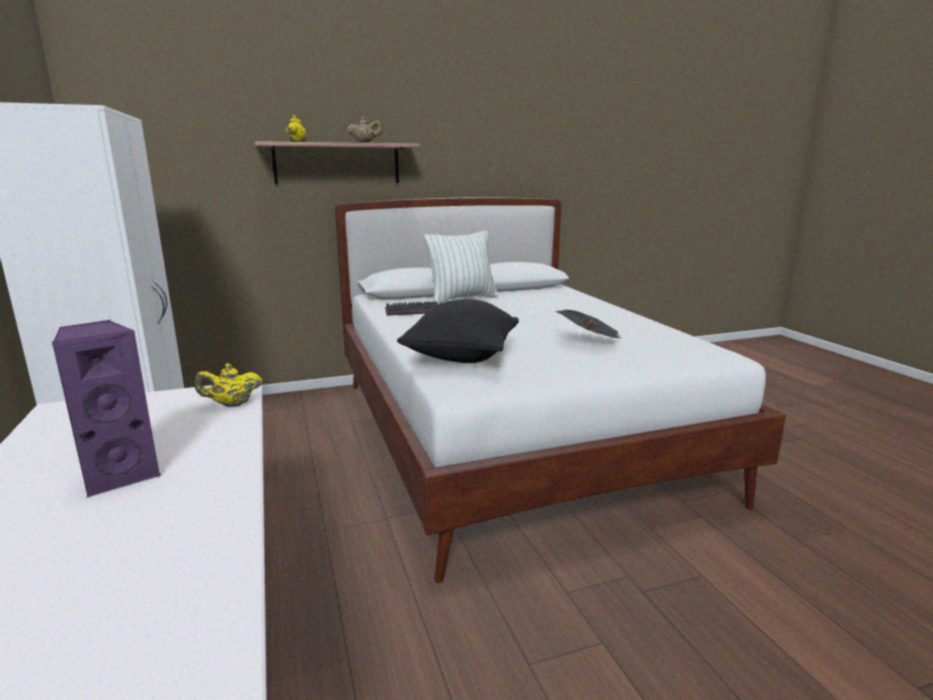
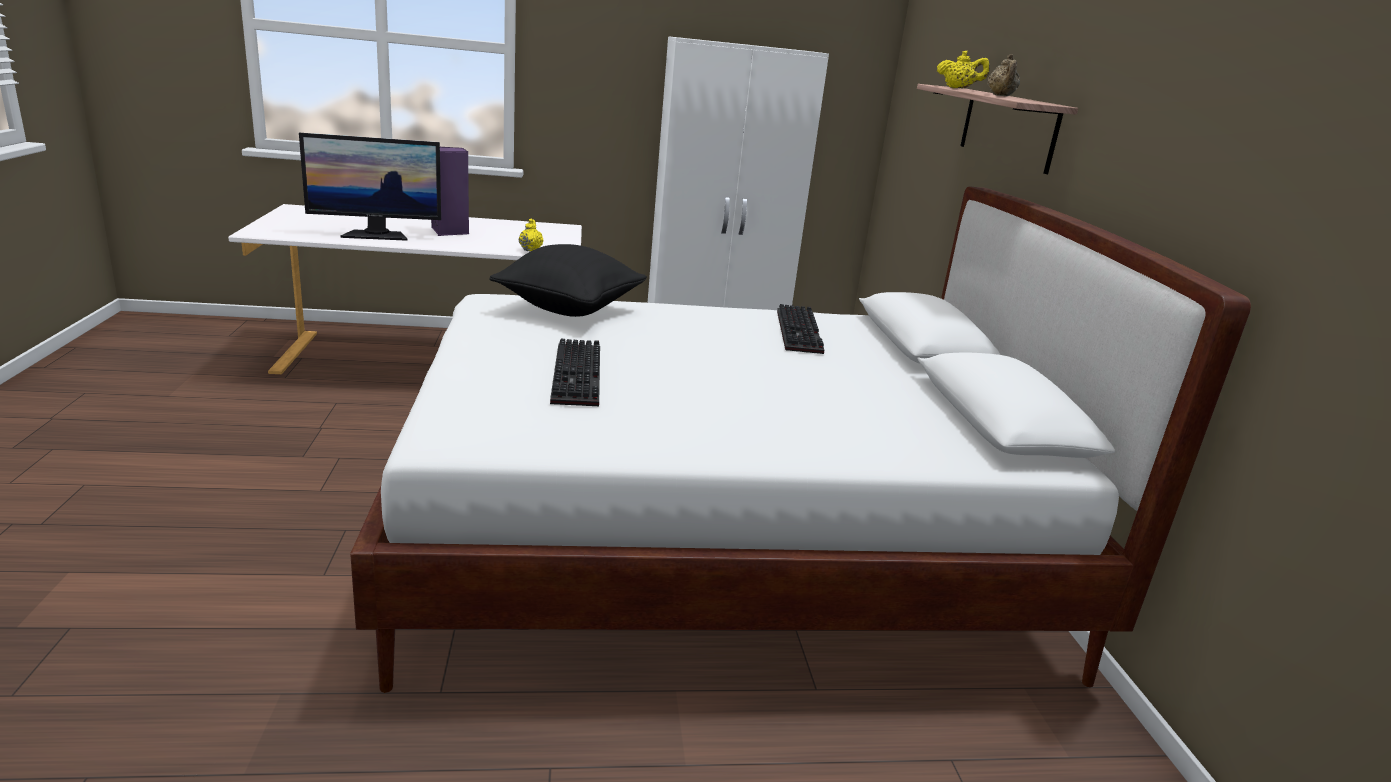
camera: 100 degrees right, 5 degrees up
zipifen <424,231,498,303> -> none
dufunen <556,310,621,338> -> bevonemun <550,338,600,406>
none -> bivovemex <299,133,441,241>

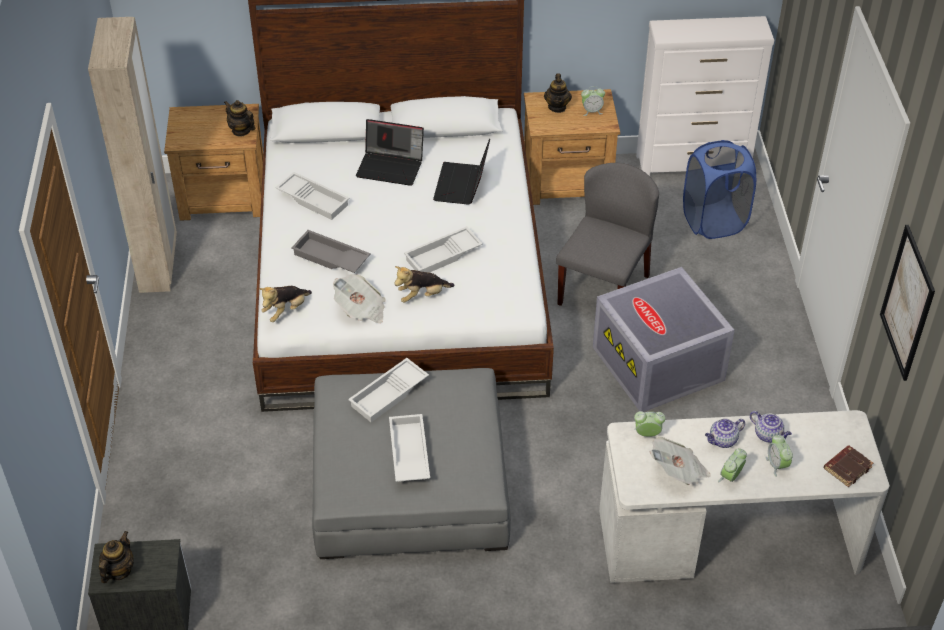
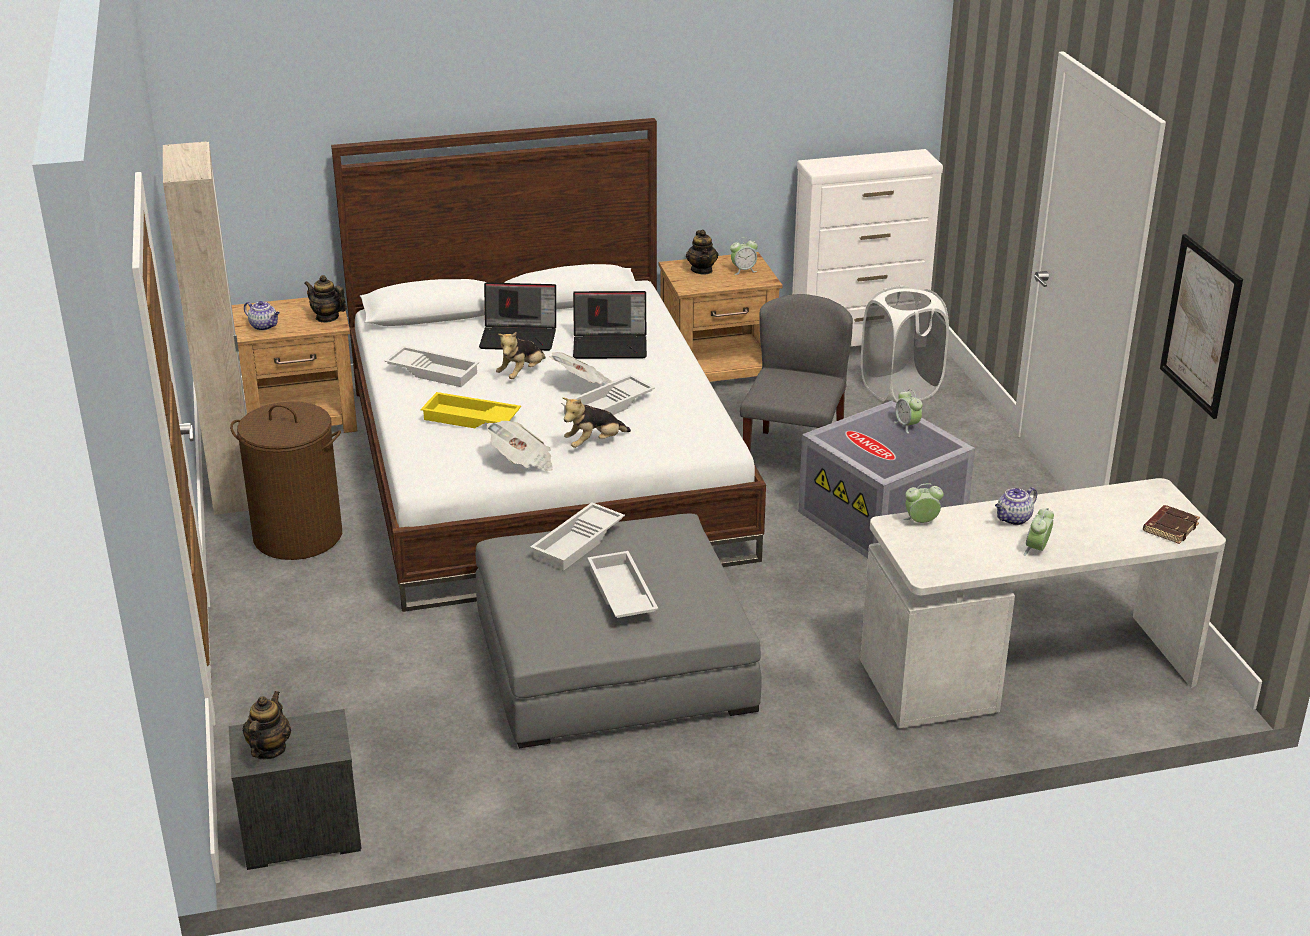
camera: 10 degrees left, 15 degrees down
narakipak <259,286,312,322> -> narakipak <496,332,546,379>, move
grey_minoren <291,230,371,273> -> yellow_minoren <421,392,521,428>
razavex <433,139,490,205> -> razavex <573,291,647,359>, 90 degrees counterclockwise
dufunen <650,437,711,485> -> dufunen <549,352,613,384>, move
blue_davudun <683,140,756,239> -> white_davudun <861,285,949,402>
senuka <750,411,792,443> -> senuka <244,301,280,331>, move
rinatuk <765,435,793,477> -> rinatuk <894,389,922,434>, move
none -> brown_davudun <230,402,342,560>

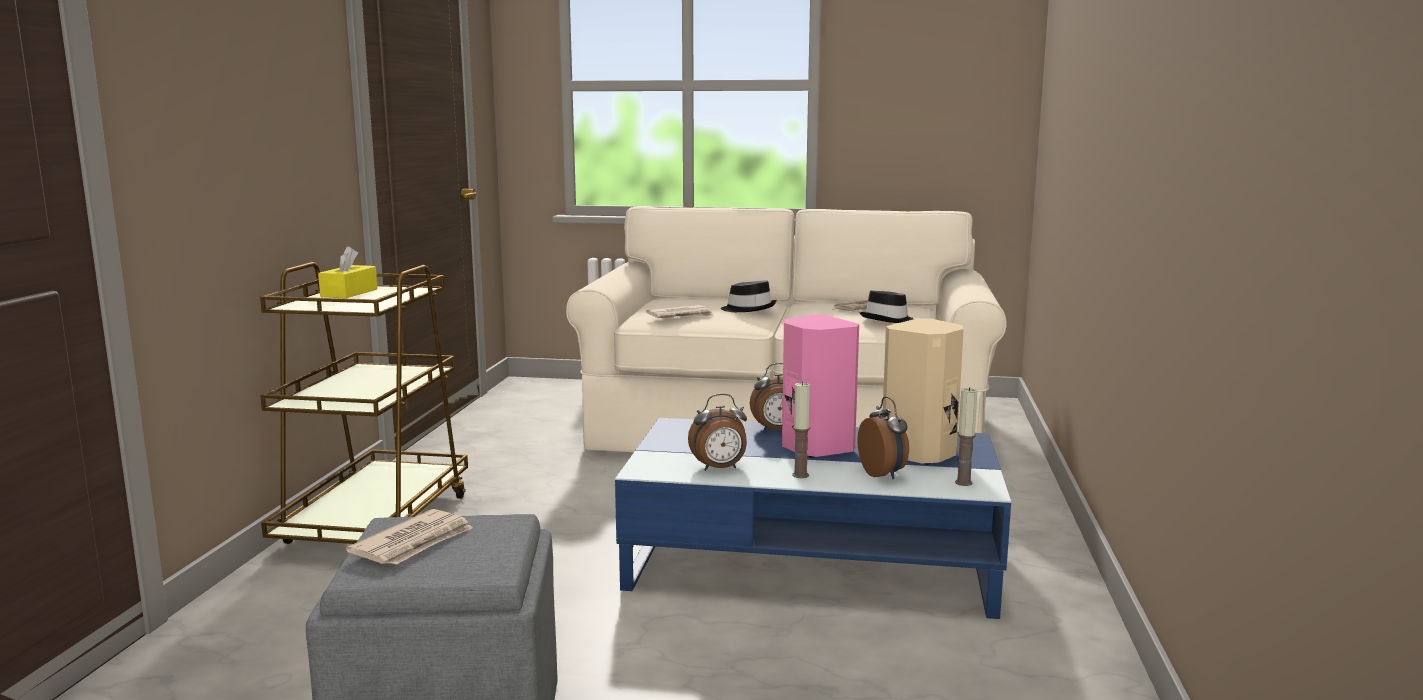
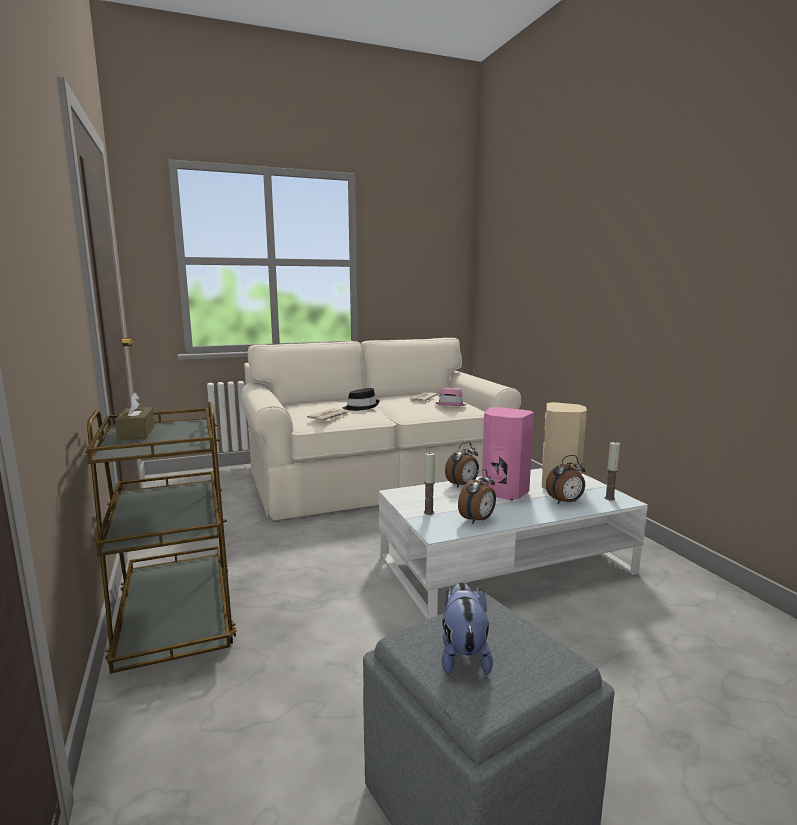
camera: 30 degrees left, 0 degrees up
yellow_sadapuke <318,246,377,299> -> brown_sadapuke <115,392,155,440>
dufunen <346,509,473,565> -> narakipak <442,582,493,675>
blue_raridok <615,418,1011,619> -> white_raridok <379,468,648,620>
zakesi <793,381,810,478> -> zakesi <424,452,435,515>, move
rinatuk <858,396,909,479> -> rinatuk <546,455,585,504>, 120 degrees clockwise
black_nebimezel <860,290,914,323> -> pink_nebimezel <435,388,467,406>

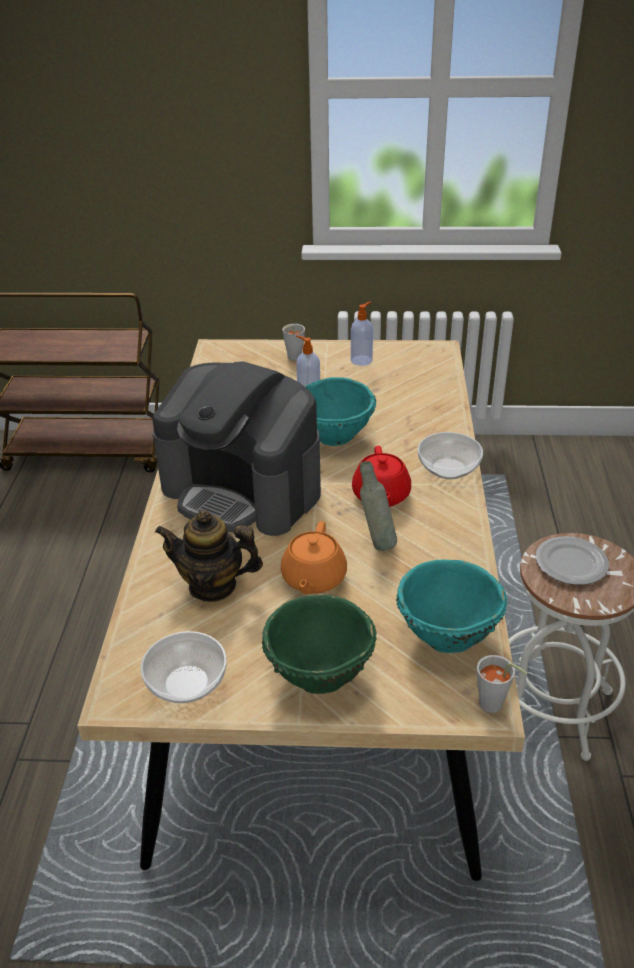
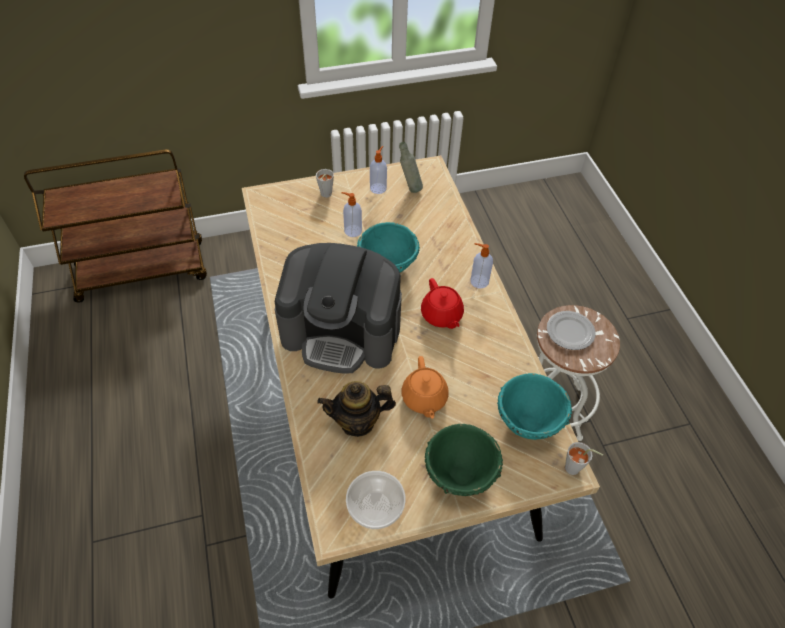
camera: 20 degrees left, 15 degrees up
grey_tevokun <360,461,397,551> -> grey_tevokun <399,142,423,193>, move
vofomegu <418,432,483,479> -> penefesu <470,243,493,288>

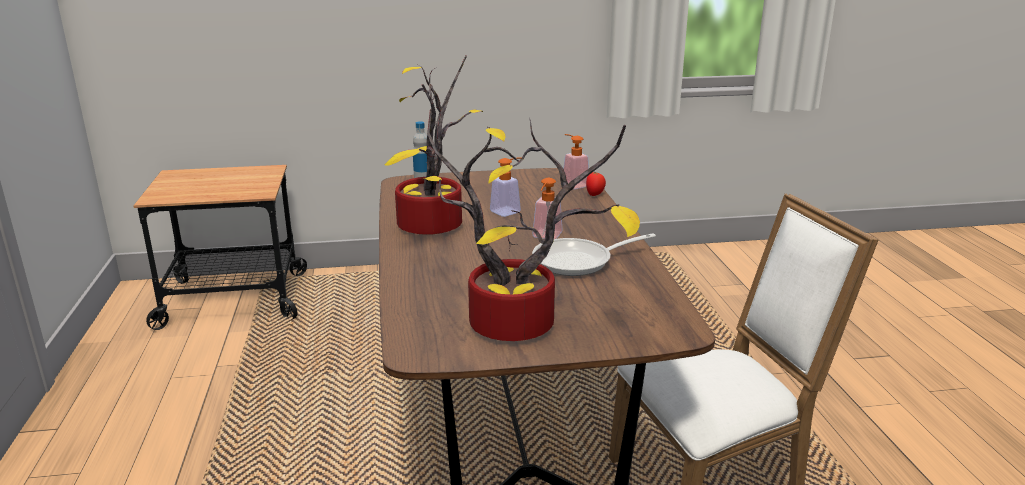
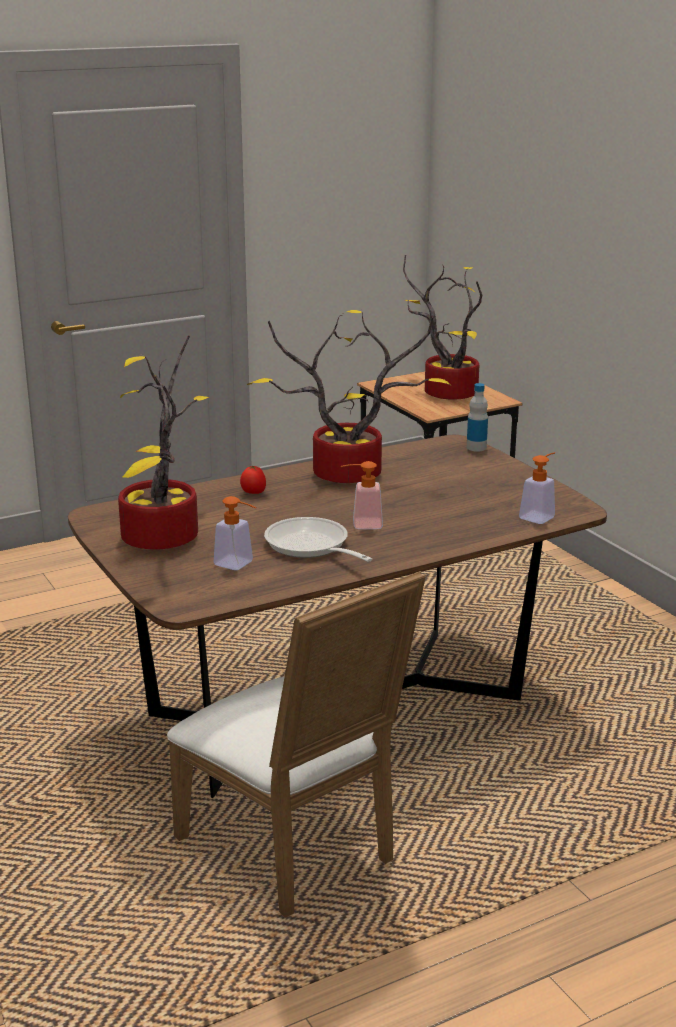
camera: 70 degrees right, 0 degrees up
penefesu <490,157,522,217> -> penefesu <214,496,256,570>, move
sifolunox <586,172,606,196> -> sifolunox <240,466,266,494>, move
none -> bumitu <403,255,482,399>

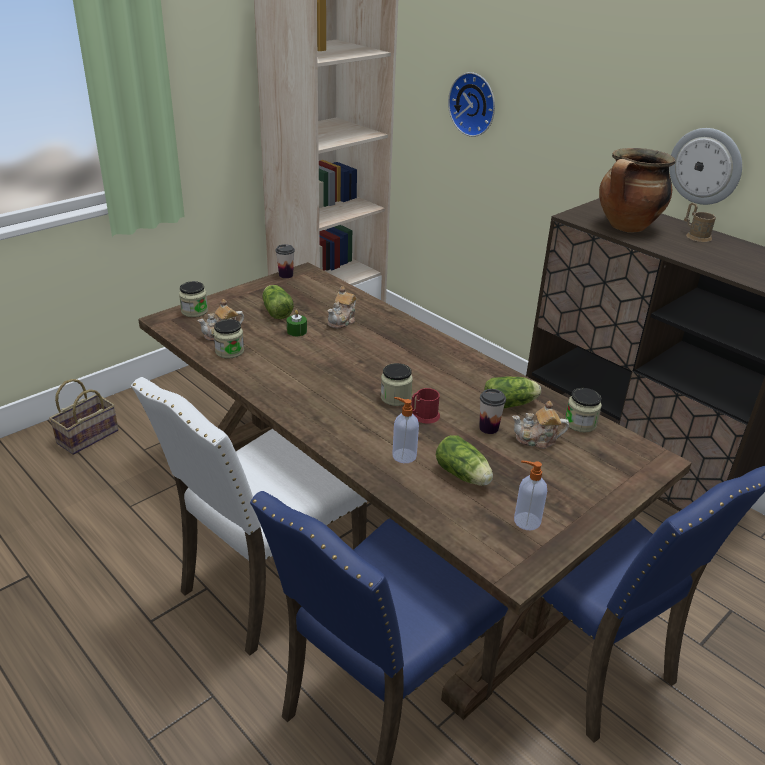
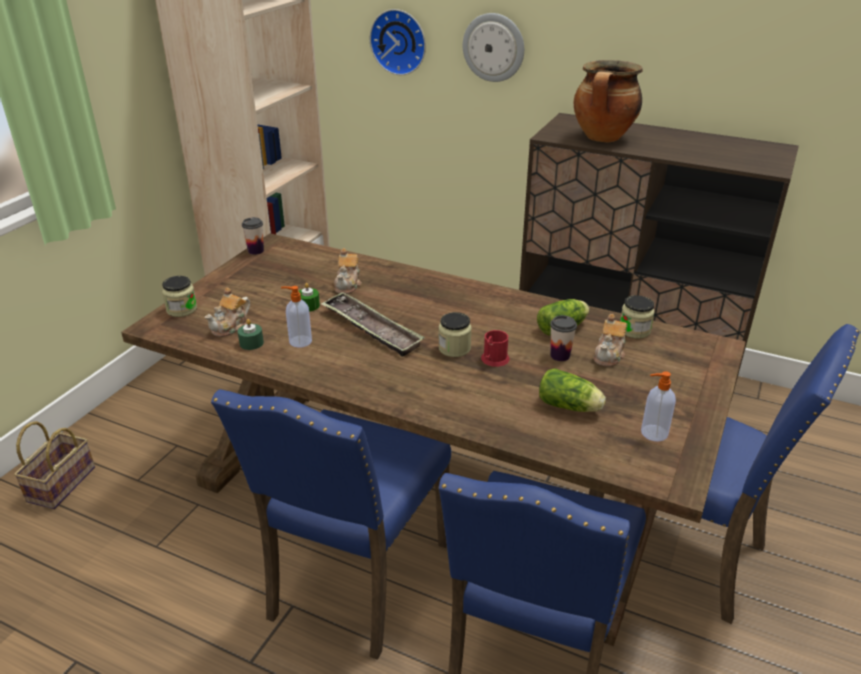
camera: 20 degrees left, 0 degrees up
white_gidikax <131,377,367,655> -> blue_gidikax <211,389,451,660>
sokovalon <213,319,244,358> -> green_zakesi <238,319,264,350>
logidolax <262,285,294,319> -> none
penefesu <392,397,419,463> -> penefesu <281,286,312,348>, move
senuka <512,401,569,449> -> senuka <594,314,627,367>, 45 degrees counterclockwise
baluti <669,128,742,205> -> baluti <463,13,524,82>, move
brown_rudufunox <684,203,716,242> -> none
none -> minoren <321,292,425,357>

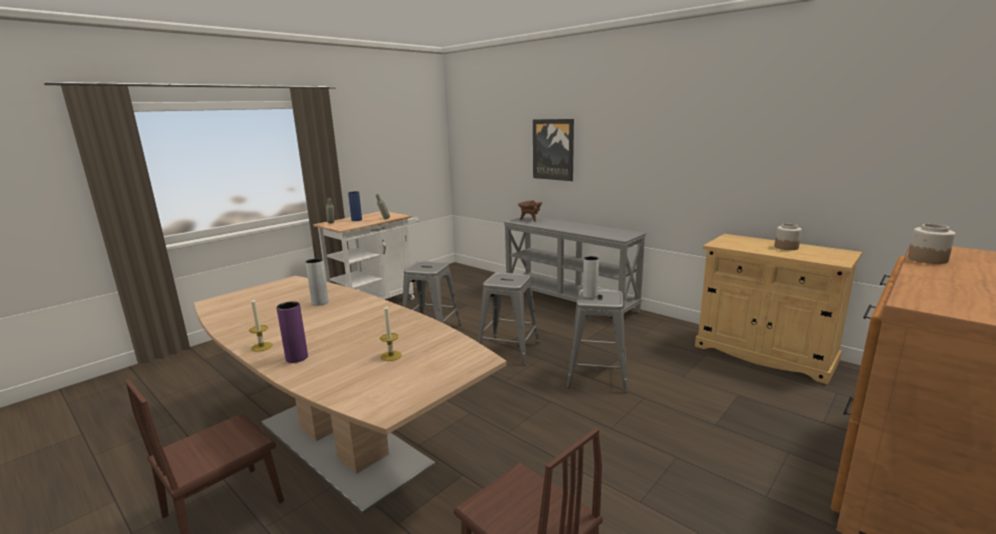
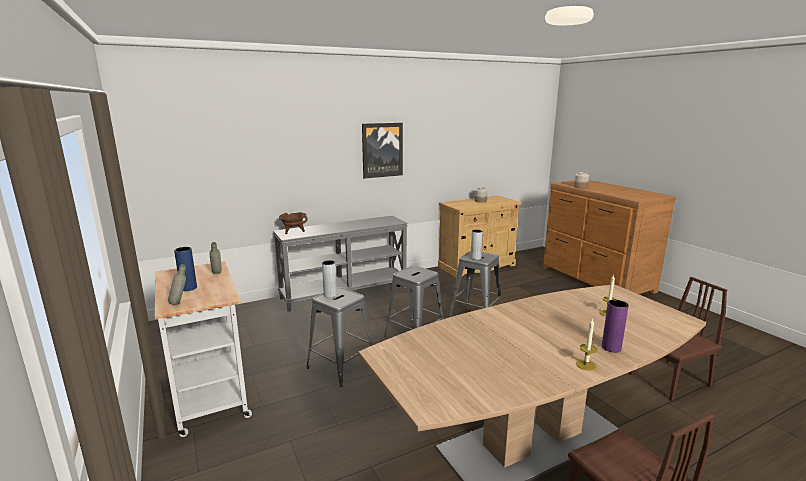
camera: 70 degrees left, 0 degrees up
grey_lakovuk <305,258,329,306> -> grey_lakovuk <322,260,337,298>, move
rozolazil <533,119,574,181> -> rozolazil <362,123,403,178>, move

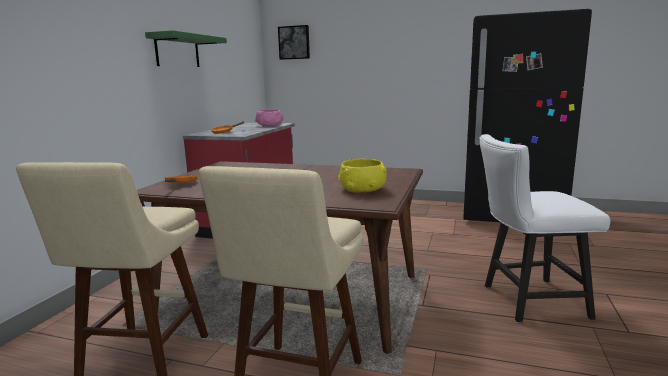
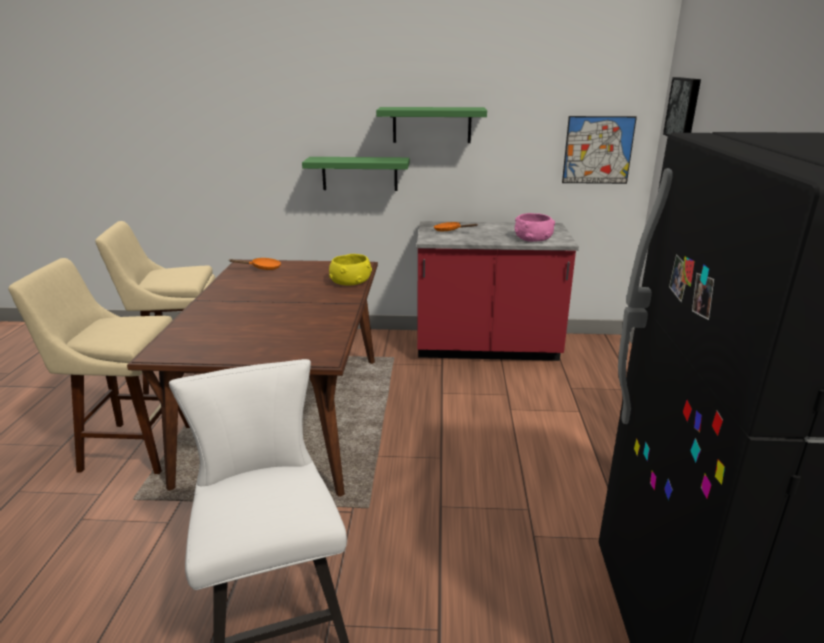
camera: 75 degrees right, 10 degrees up
yellow_vofomegu <338,159,387,192> -> yellow_vofomegu <329,254,372,285>, move
none -> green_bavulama <302,157,410,191>
none -> rozolazil <562,116,637,184>

